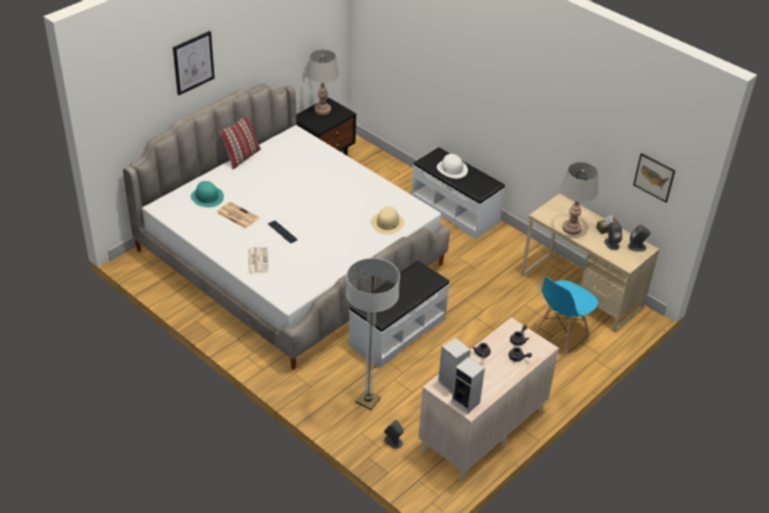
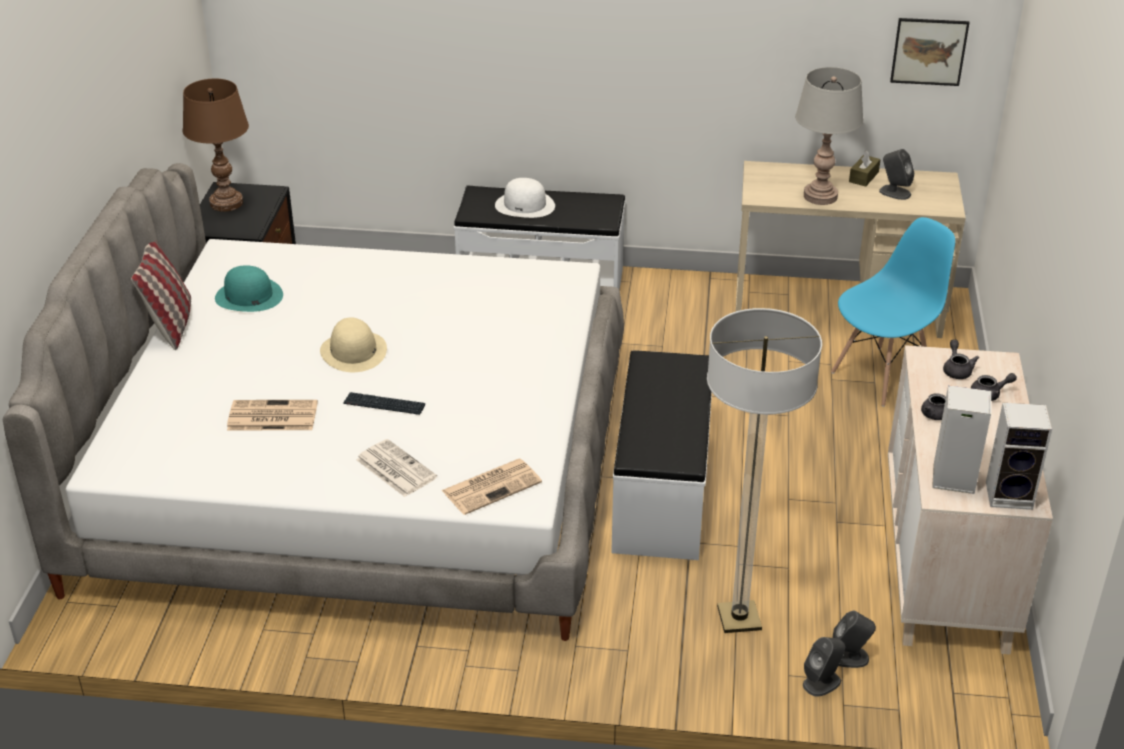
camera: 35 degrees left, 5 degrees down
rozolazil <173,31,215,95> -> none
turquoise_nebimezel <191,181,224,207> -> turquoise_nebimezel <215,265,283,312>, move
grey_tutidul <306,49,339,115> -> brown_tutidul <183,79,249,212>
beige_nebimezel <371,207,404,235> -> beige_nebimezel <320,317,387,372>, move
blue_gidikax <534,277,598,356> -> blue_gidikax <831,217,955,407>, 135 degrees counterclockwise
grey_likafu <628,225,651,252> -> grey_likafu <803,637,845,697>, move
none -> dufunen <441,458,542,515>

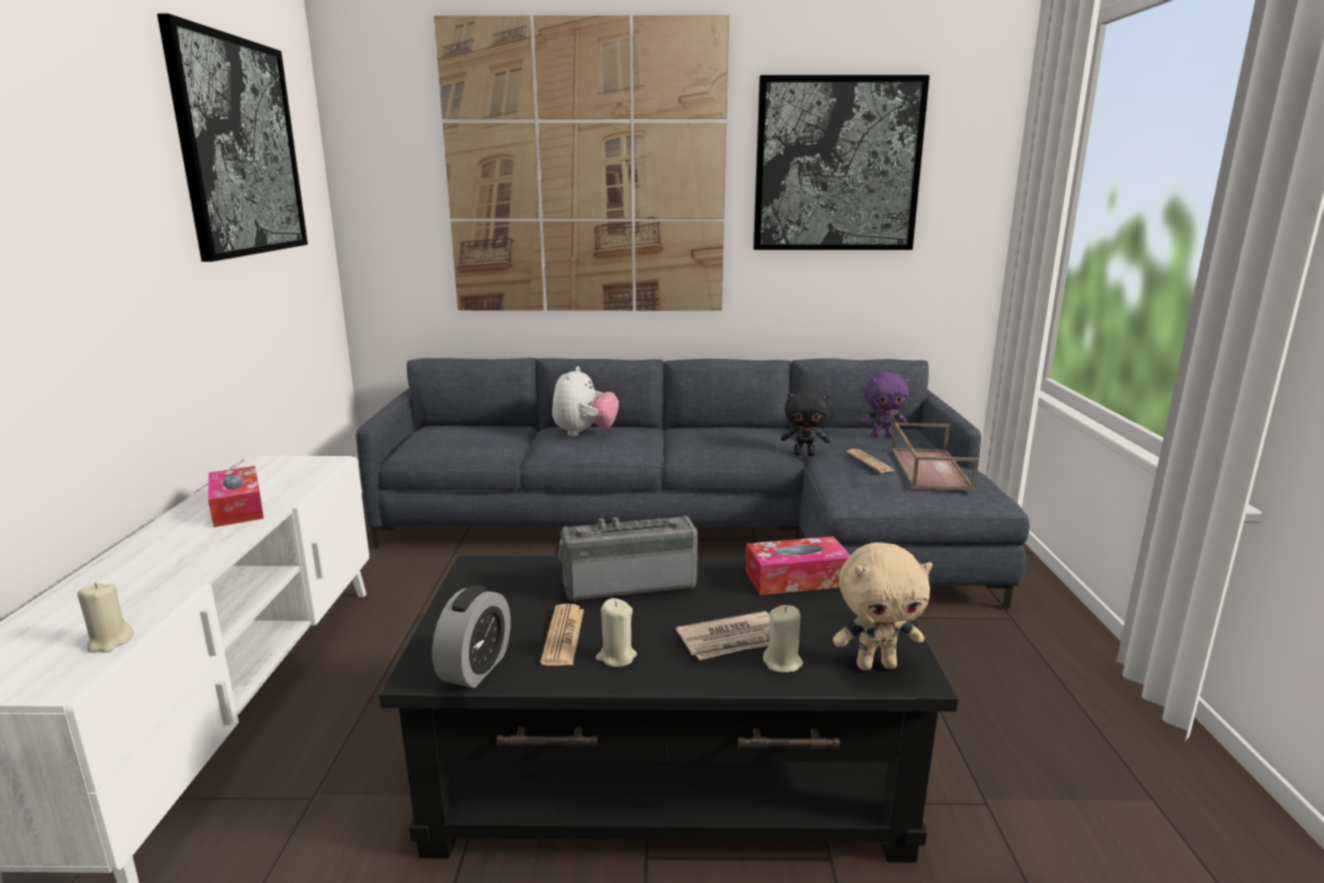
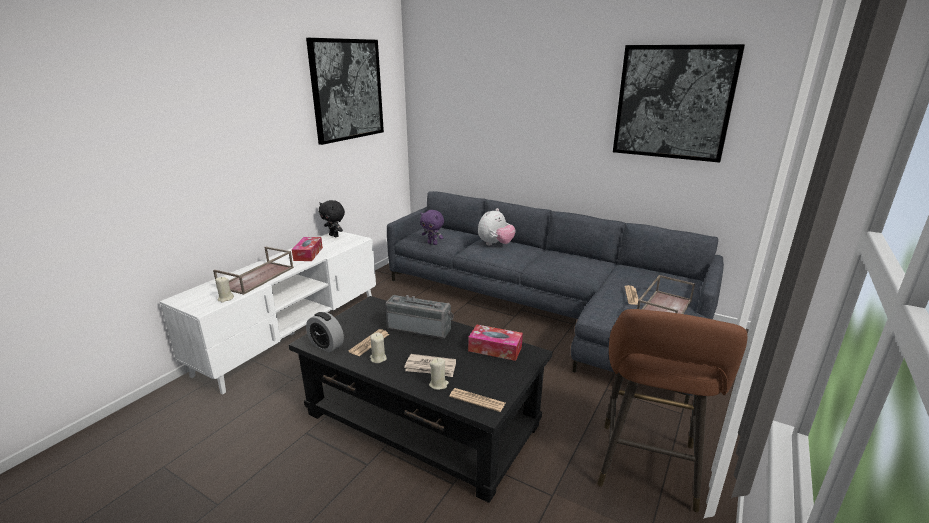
camera: 30 degrees right, 5 degrees up
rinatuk <432,586,511,688> -> rinatuk <306,312,344,353>, 75 degrees clockwise
rozolazil <434,15,729,311> -> none
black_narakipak <781,387,830,456> -> black_narakipak <319,200,345,237>, move
beige_narakipak <833,542,932,670> -> dufunen <449,388,505,412>
purple_narakipak <860,372,910,437> -> purple_narakipak <420,210,444,245>, move
none -> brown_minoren <213,246,294,295>
none -> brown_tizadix <597,309,747,512>

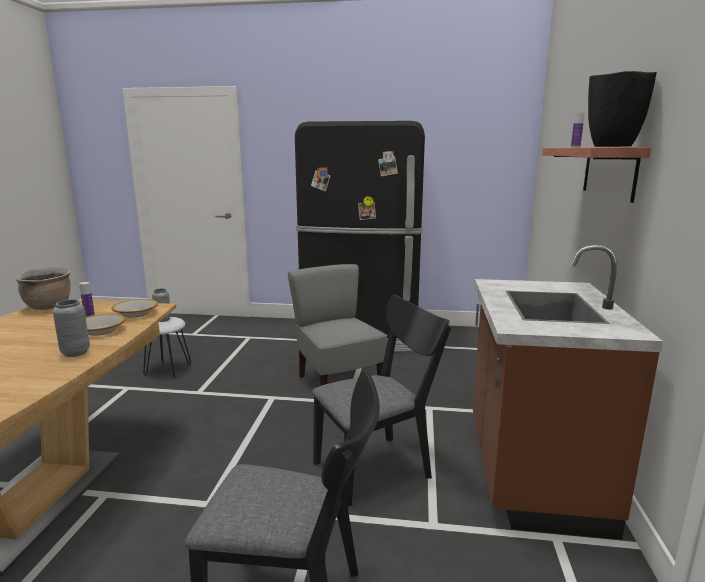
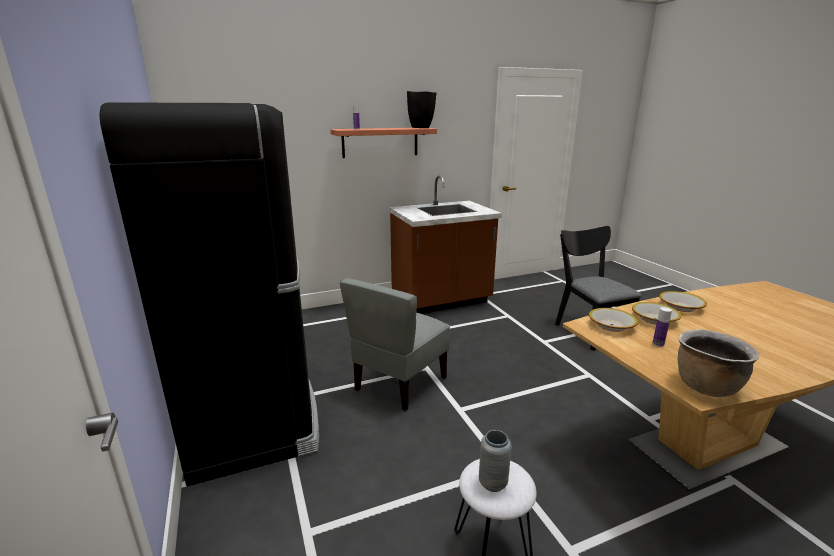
camera: 120 degrees left, 5 degrees up
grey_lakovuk <53,299,90,357> -> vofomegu <659,291,707,312>
black_gidikax <312,295,451,507> -> none

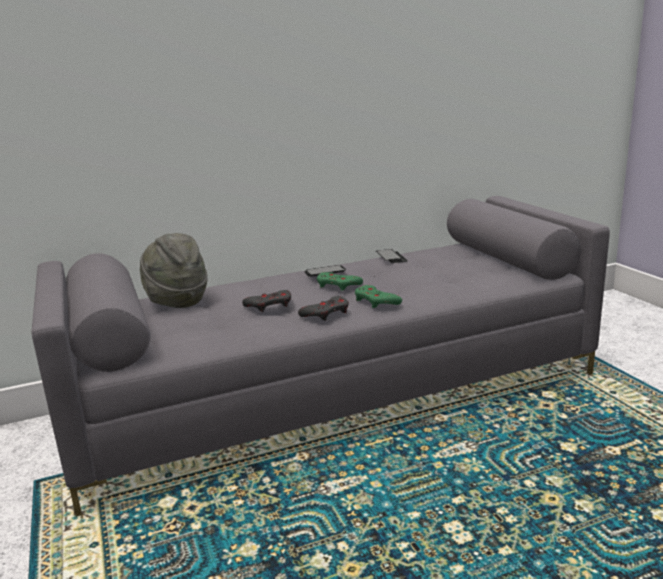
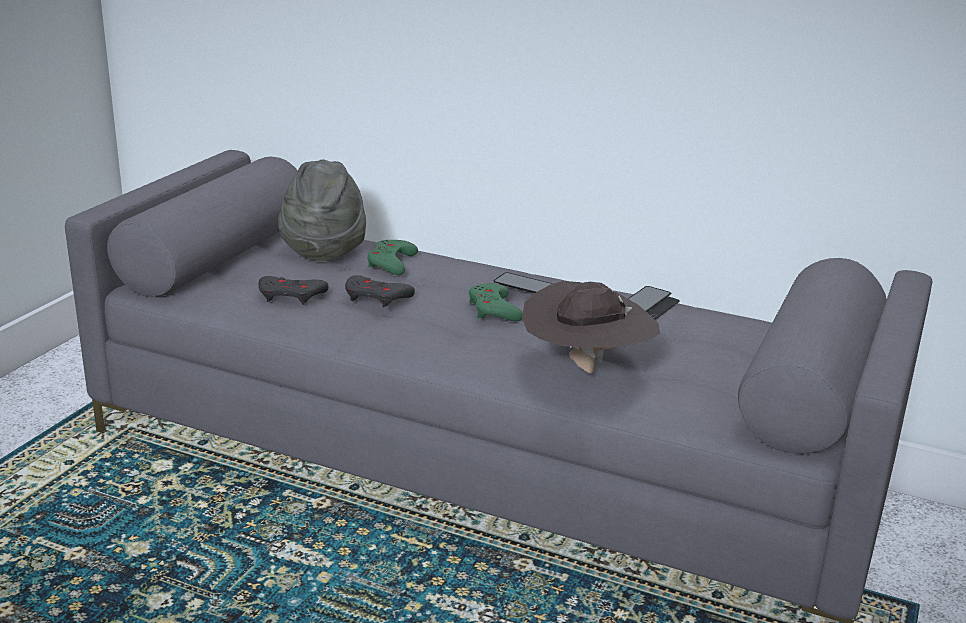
camera: 45 degrees right, 5 degrees up
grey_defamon <298,296,349,321> -> grey_defamon <258,276,329,305>, move
green_defamon <355,285,402,308> -> green_defamon <367,240,418,275>, move
none -> brown_nebimezel <522,281,660,374>

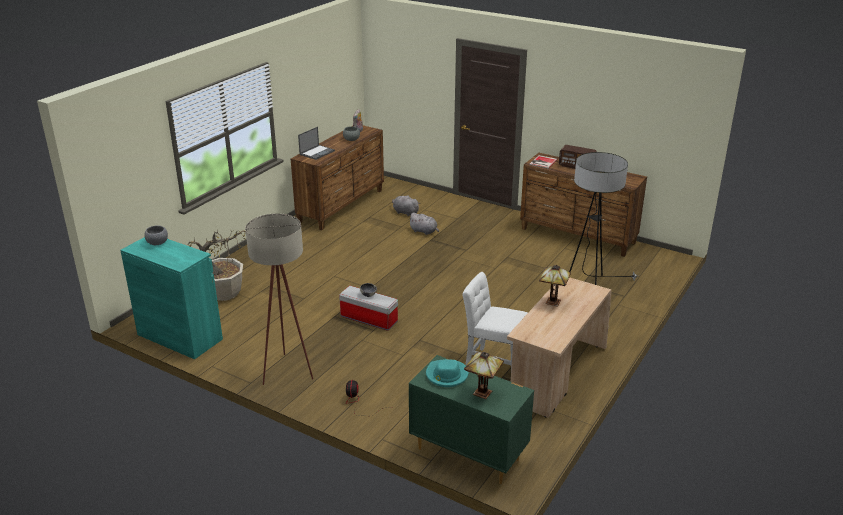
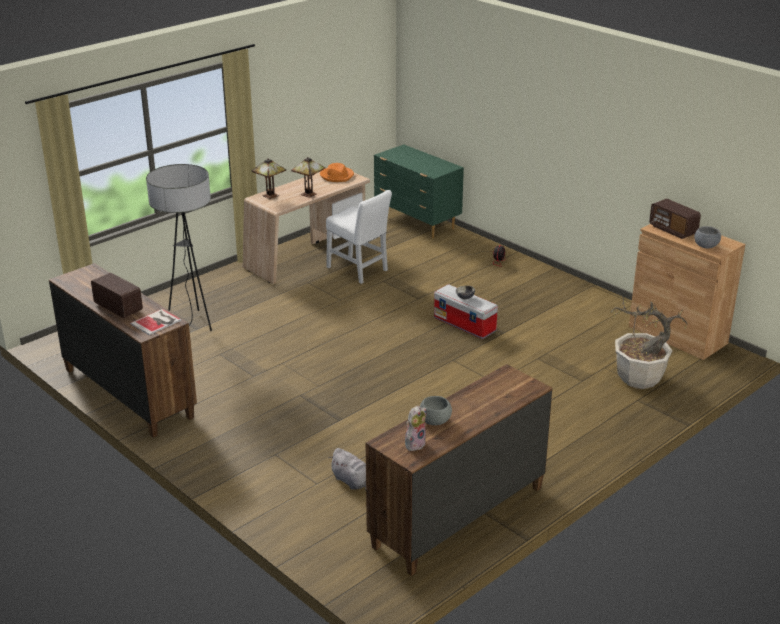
camera: 165 degrees left, 0 degrees up
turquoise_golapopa <120,237,223,359> -> brown_golapopa <629,224,746,360>
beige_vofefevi <245,213,313,385> -> none
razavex <298,127,335,160> -> none
grey_narakipak <408,213,439,235> -> none
turquoise_nebimezel <426,359,469,387> -> none
tutidul <464,352,504,399> -> tutidul <252,158,286,199>, move
none -> orange_nebimezel <320,163,354,182>
none -> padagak <649,199,701,239>

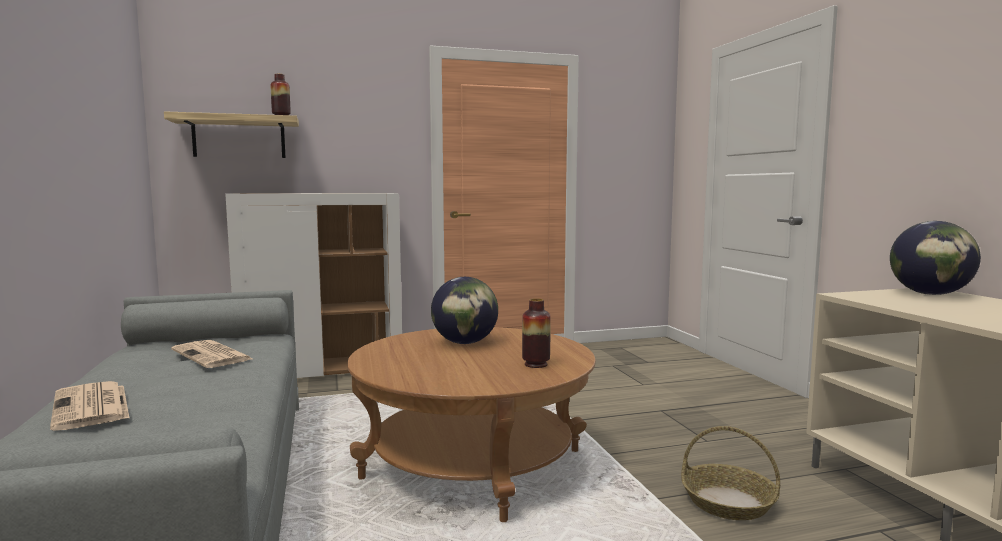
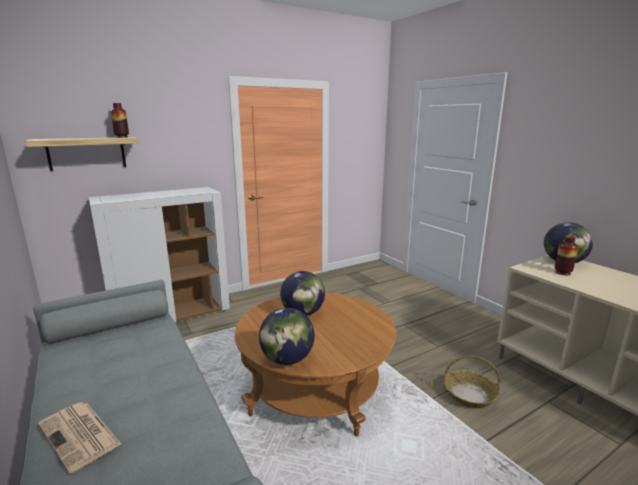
camera: 15 degrees left, 10 degrees up
dufunen <171,340,252,368> -> none
lakovuk <522,298,551,368> -> lakovuk <555,235,578,275>, move
none -> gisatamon <259,308,315,365>

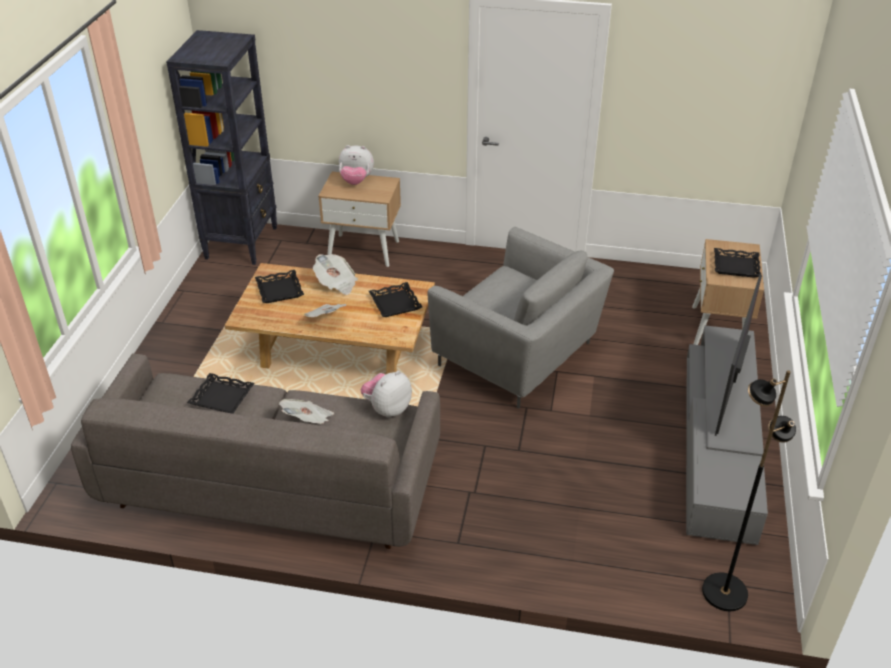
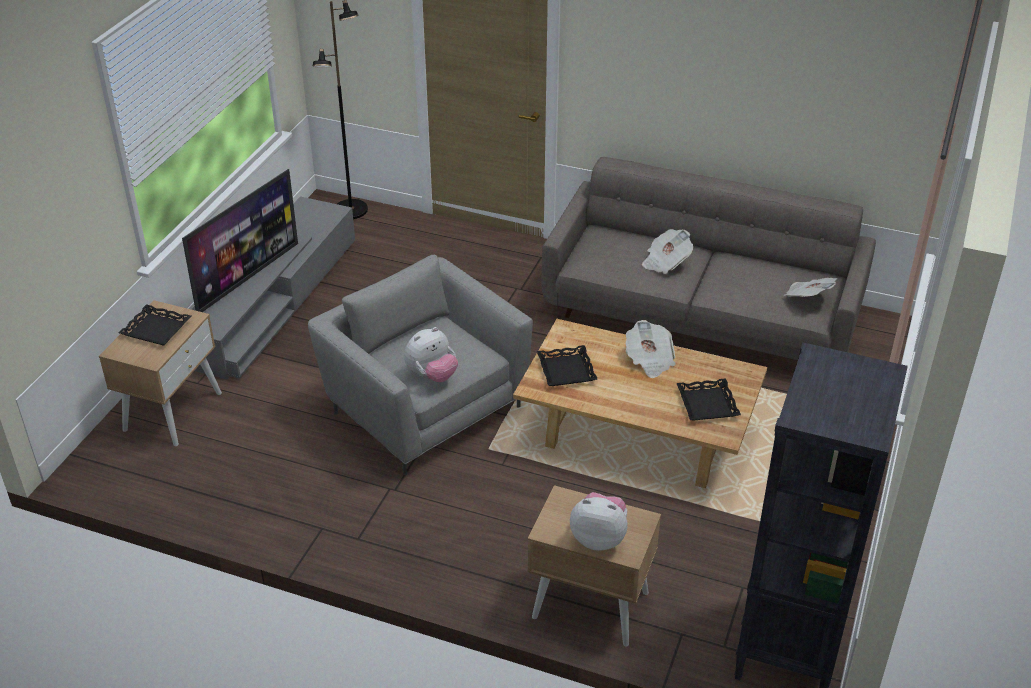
camera: 170 degrees left, 0 degrees up
black_minoren <187,373,254,414> -> none
dufunen <313,254,358,295> -> dufunen <783,278,837,297>, move
narakipak <361,371,412,418> -> narakipak <404,327,458,382>, move

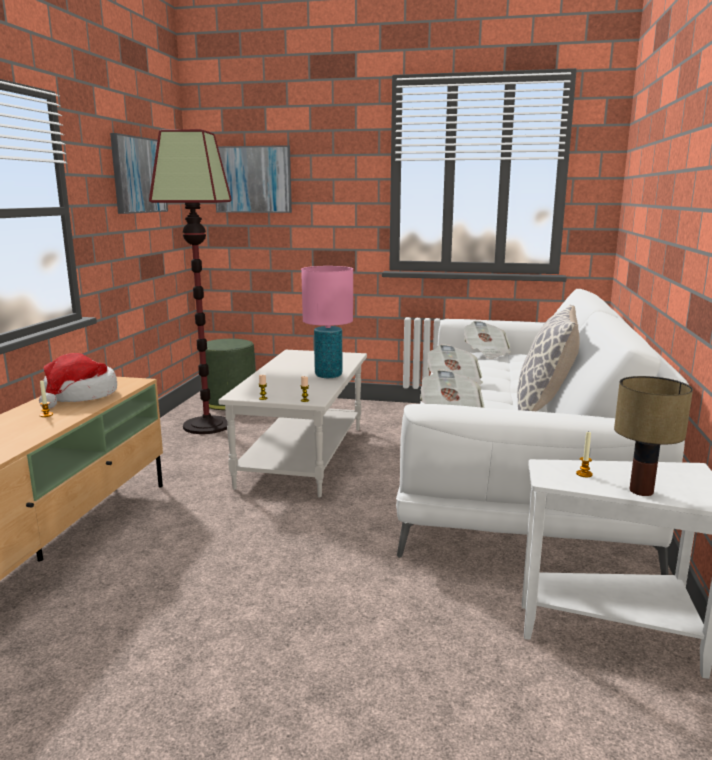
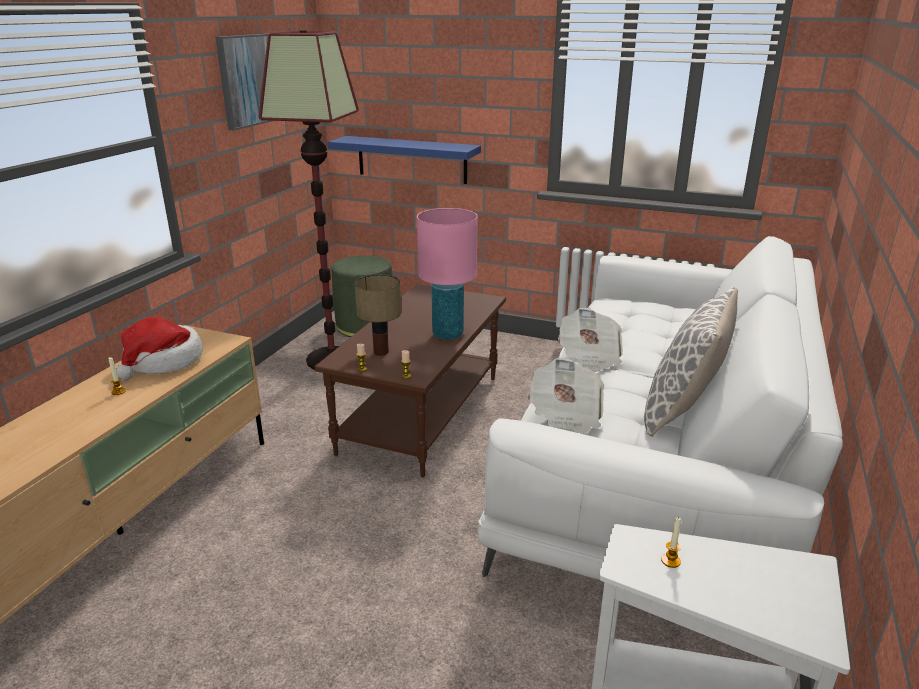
camera: 10 degrees right, 10 degrees up
rozolazil <216,145,292,213> -> none
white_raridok <218,350,367,498> -> brown_raridok <314,284,506,477>
dufunen <464,321,511,359> -> none
tutidul <614,376,693,496> -> tutidul <355,274,401,356>, move
none -> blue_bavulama <327,136,481,184>

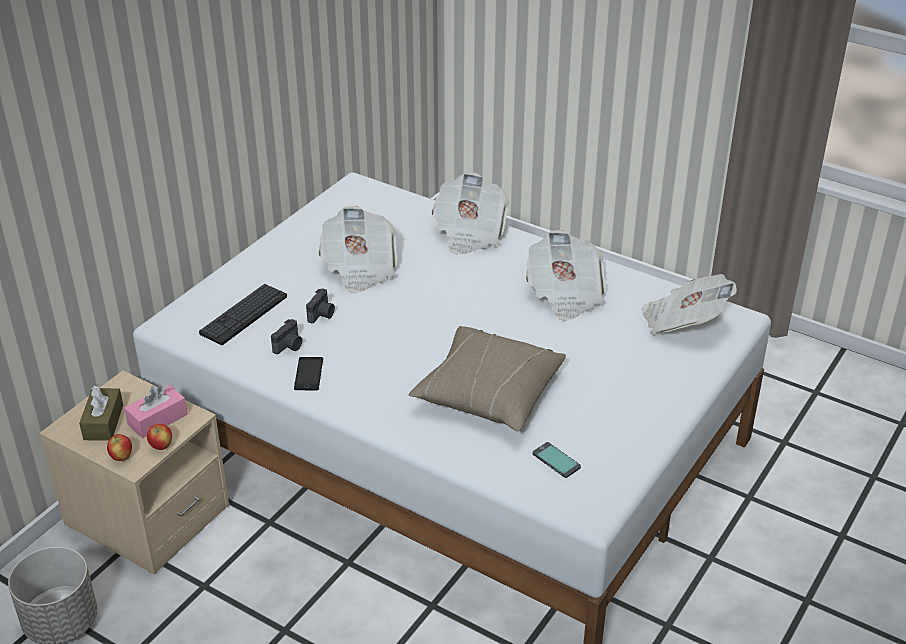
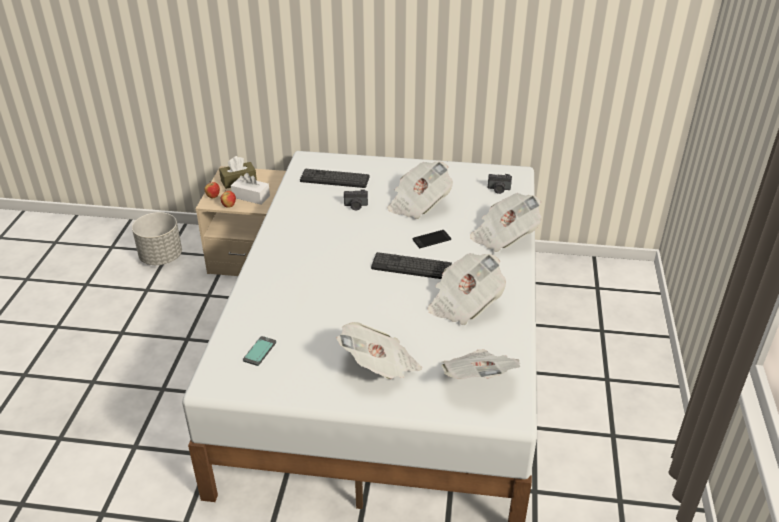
camera: 65 degrees right, 0 degrees up
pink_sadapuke <124,384,188,439> -> white_sadapuke <231,173,270,205>
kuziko <271,319,302,354> -> kuziko <488,174,512,194>, move
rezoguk <294,357,323,390> -> rezoguk <412,230,451,248>, move
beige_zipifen <408,326,566,432> -> none
none -> dufunen <336,322,422,379>
none -> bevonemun <371,252,452,279>

